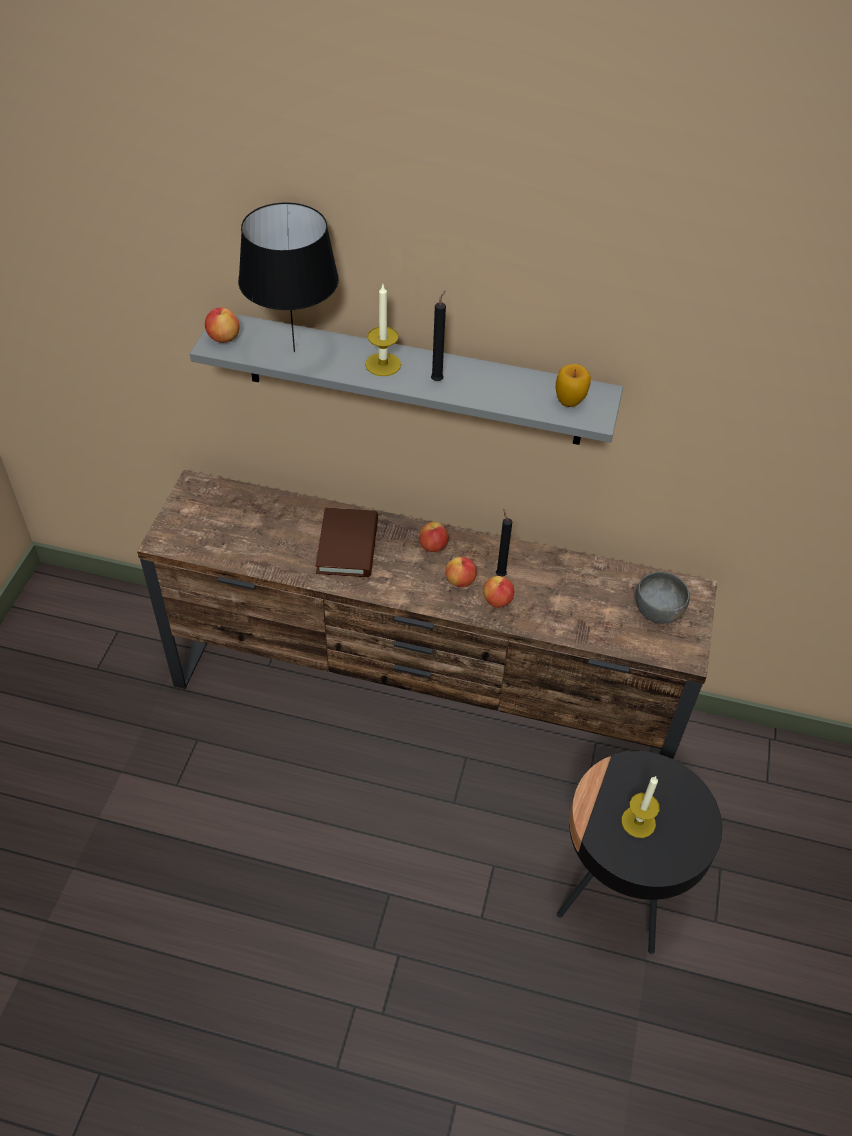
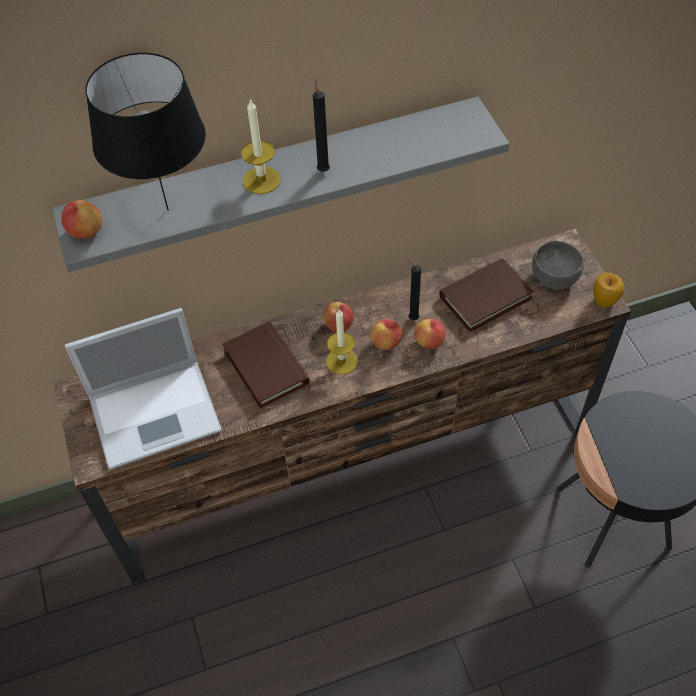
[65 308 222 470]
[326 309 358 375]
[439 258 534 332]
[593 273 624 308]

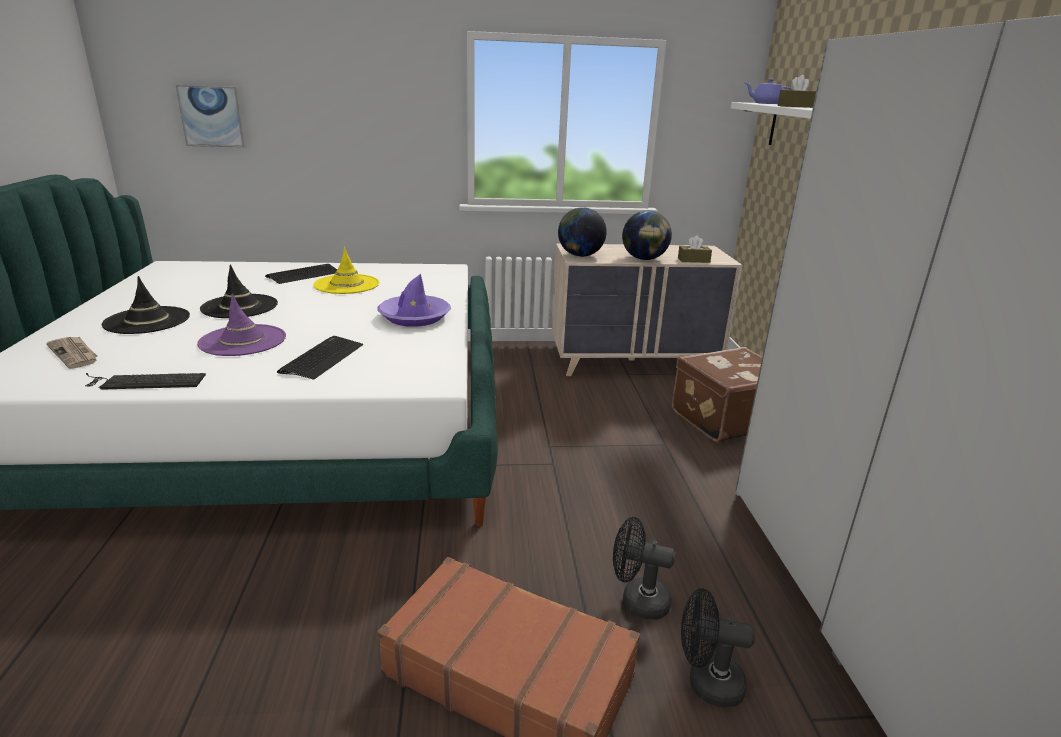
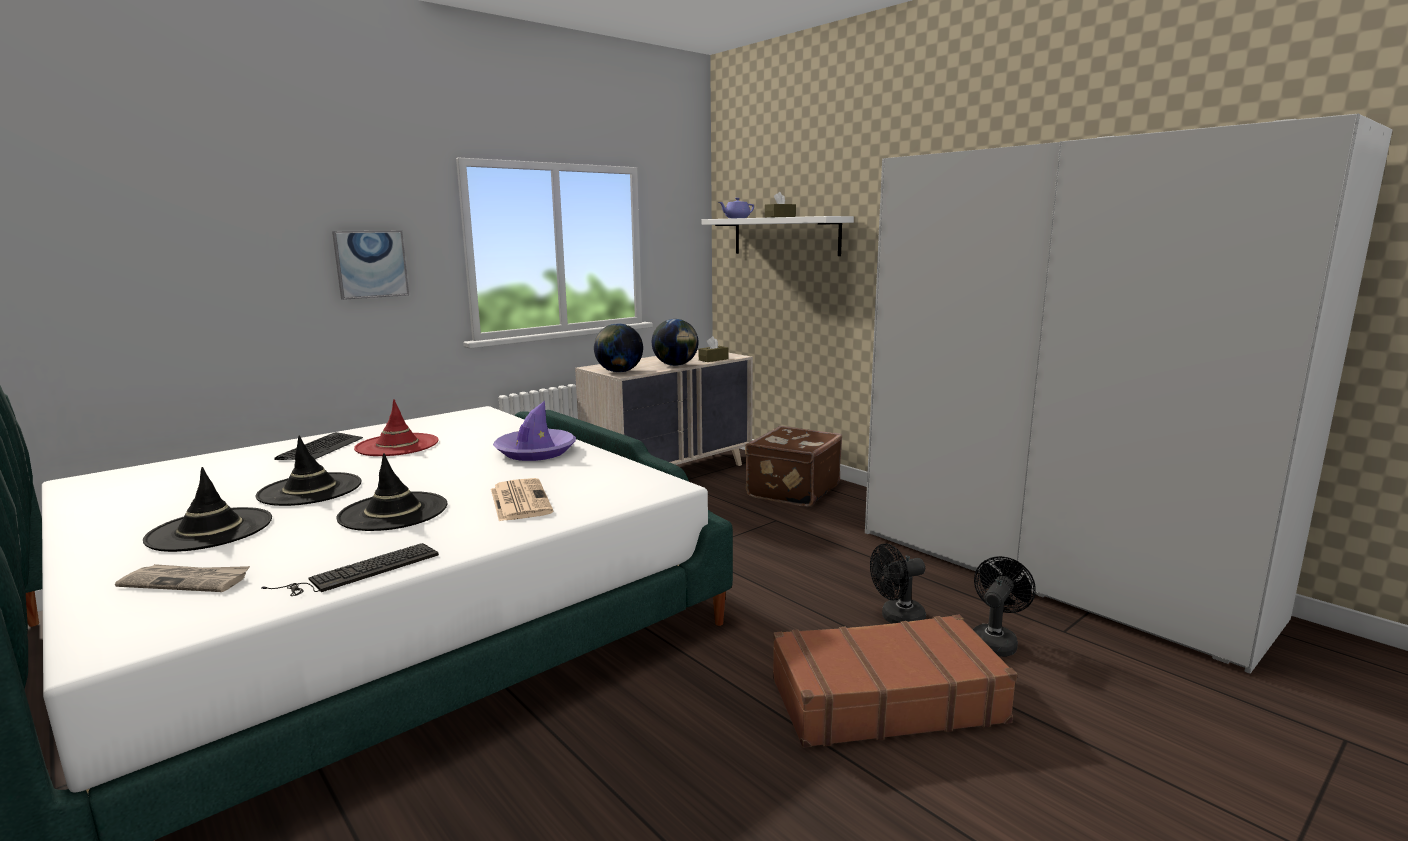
[332 231 409 300]
[336 453 448 531]
[354 399 438 456]
[491 478 553 521]
[973 556 1036 657]

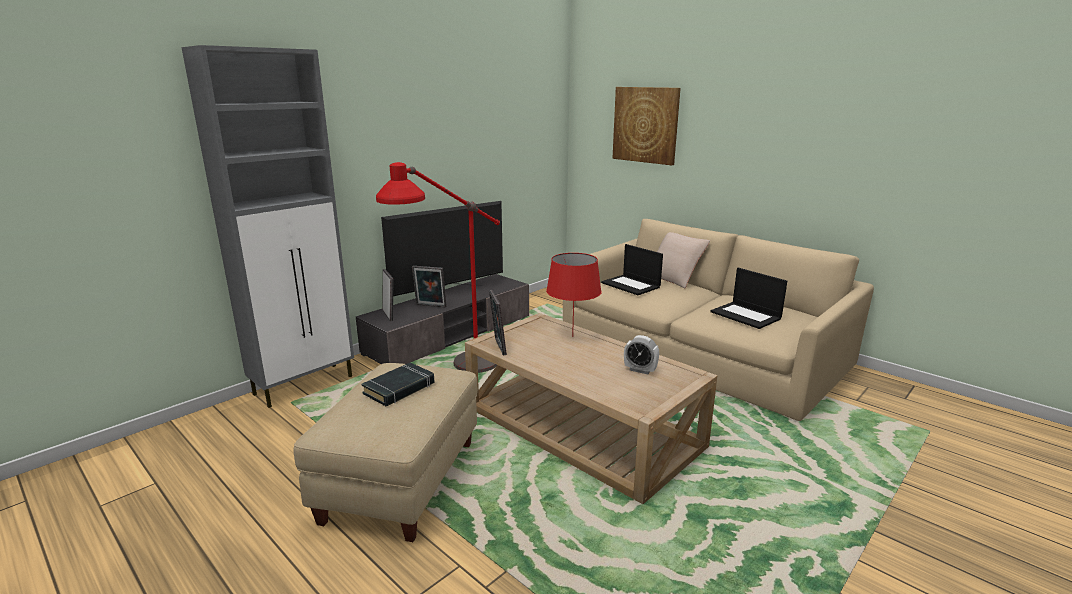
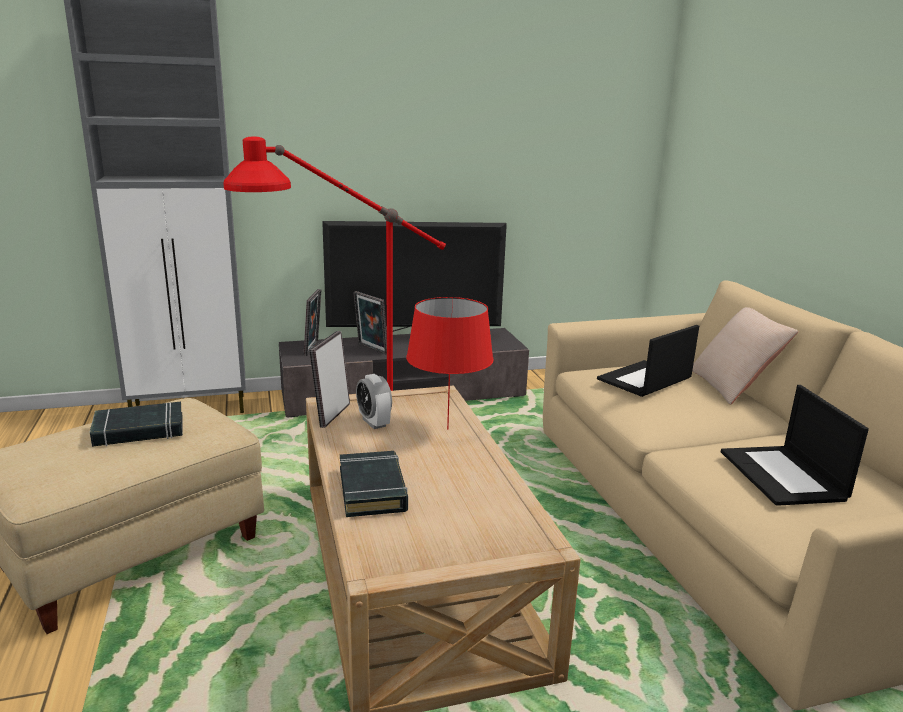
[340 451 408 517]
[356 374 392 429]
[597 325 699 397]
[612 87 681 165] (first image)

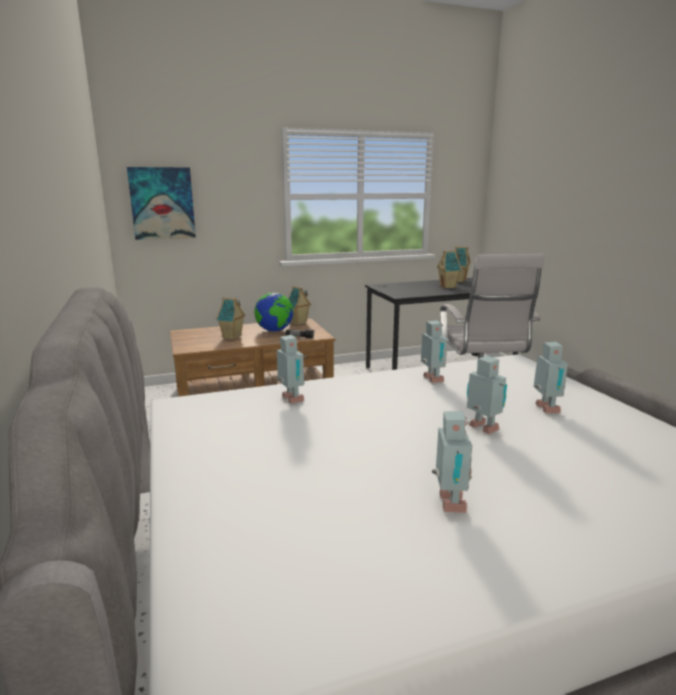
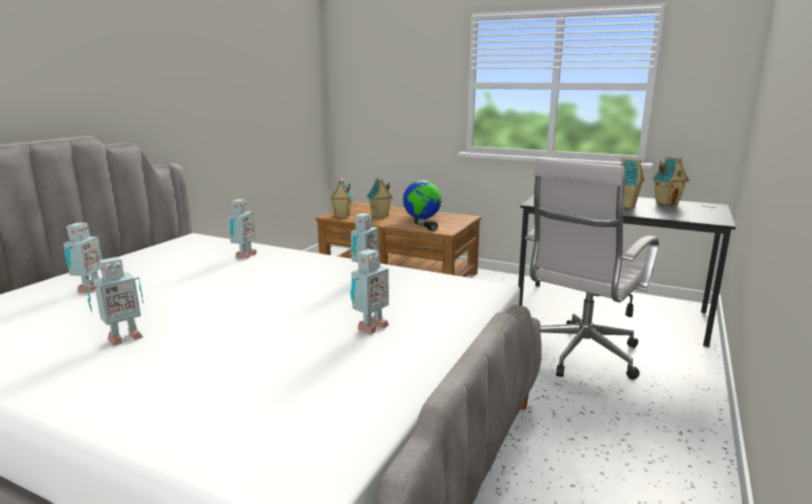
[63 223 102 293]
[330 177 354 218]
[127 167 196 240] (first image)

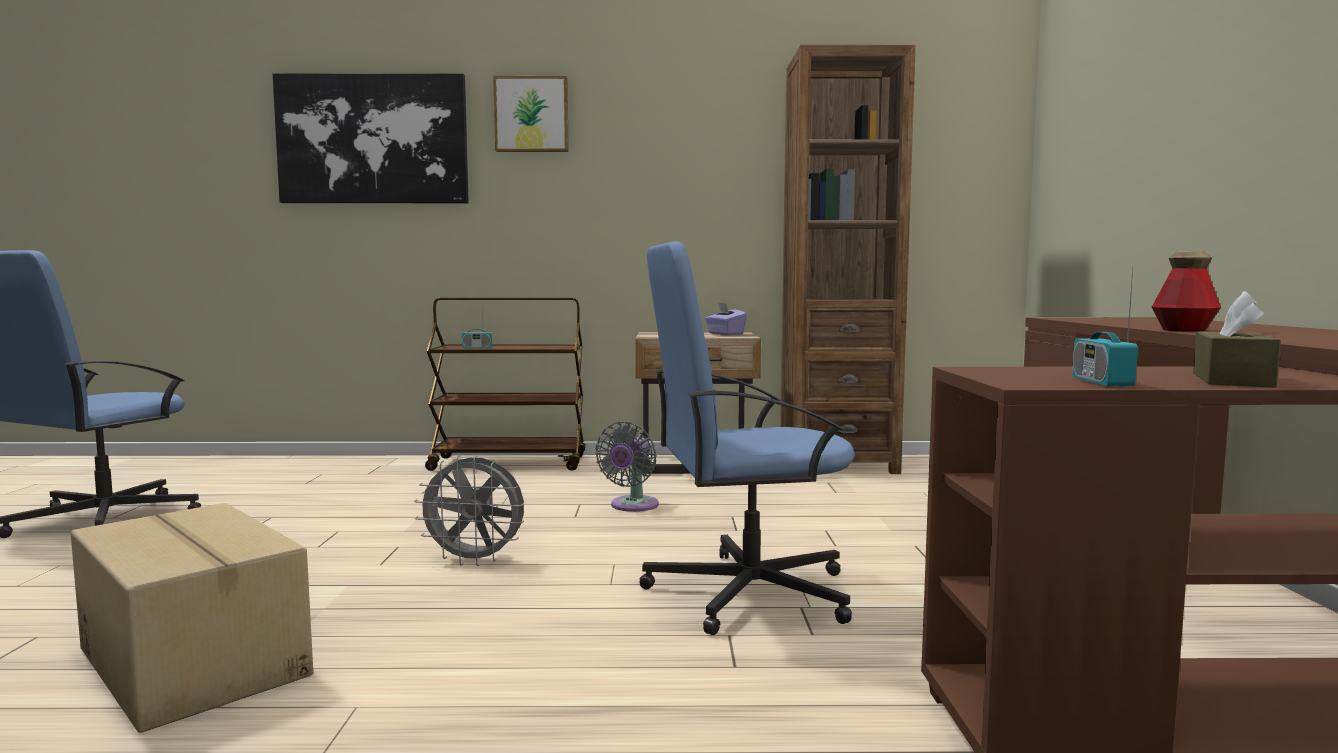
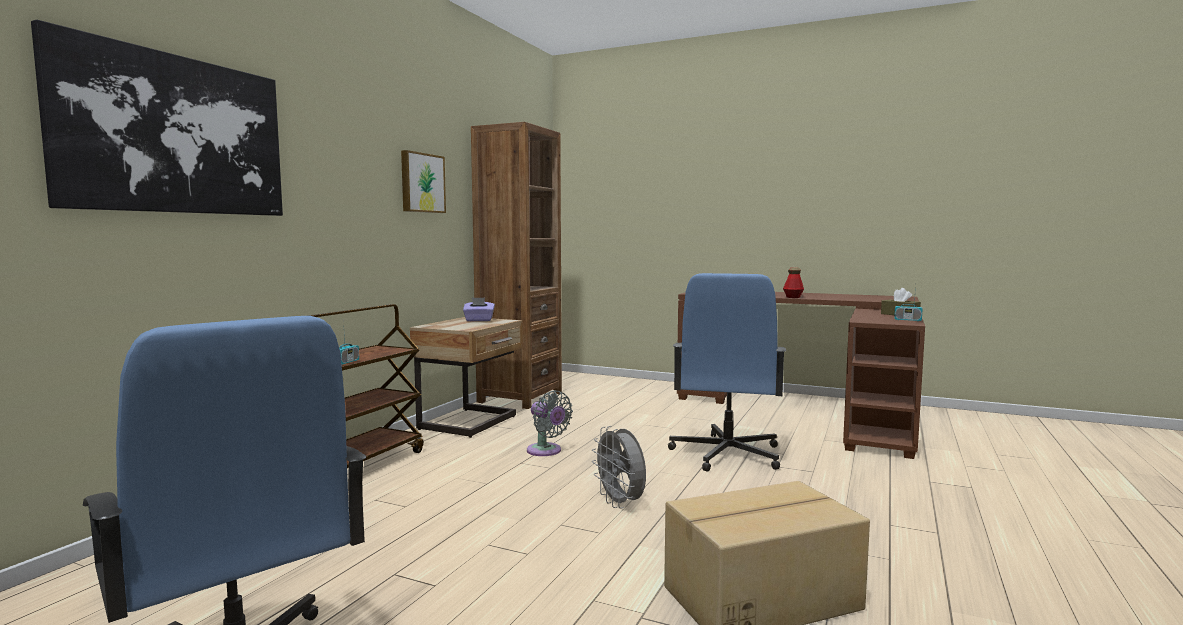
[401 150 446 213]
[592 426 646 508]

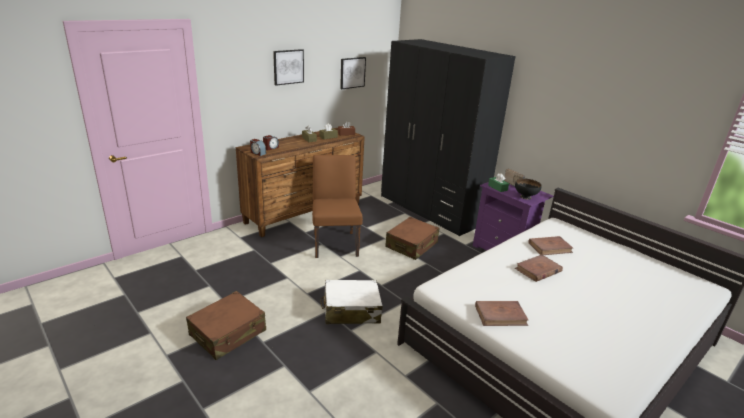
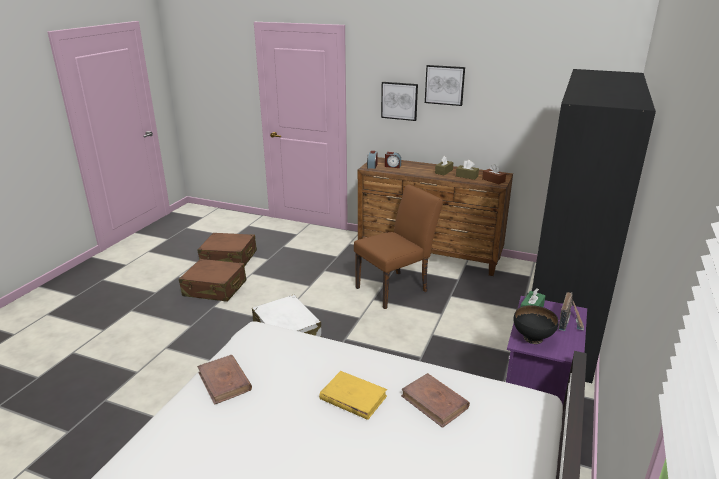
[197 233 257 265]
[319 371 387 420]
[381 82 418 121]

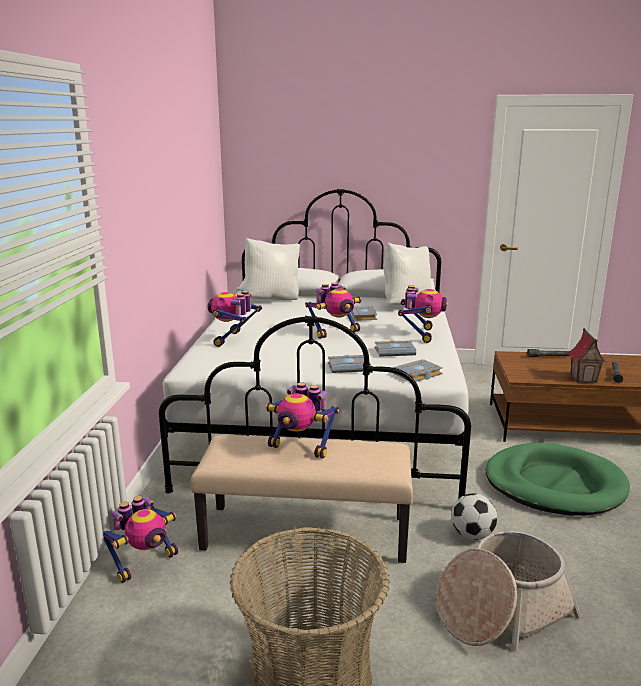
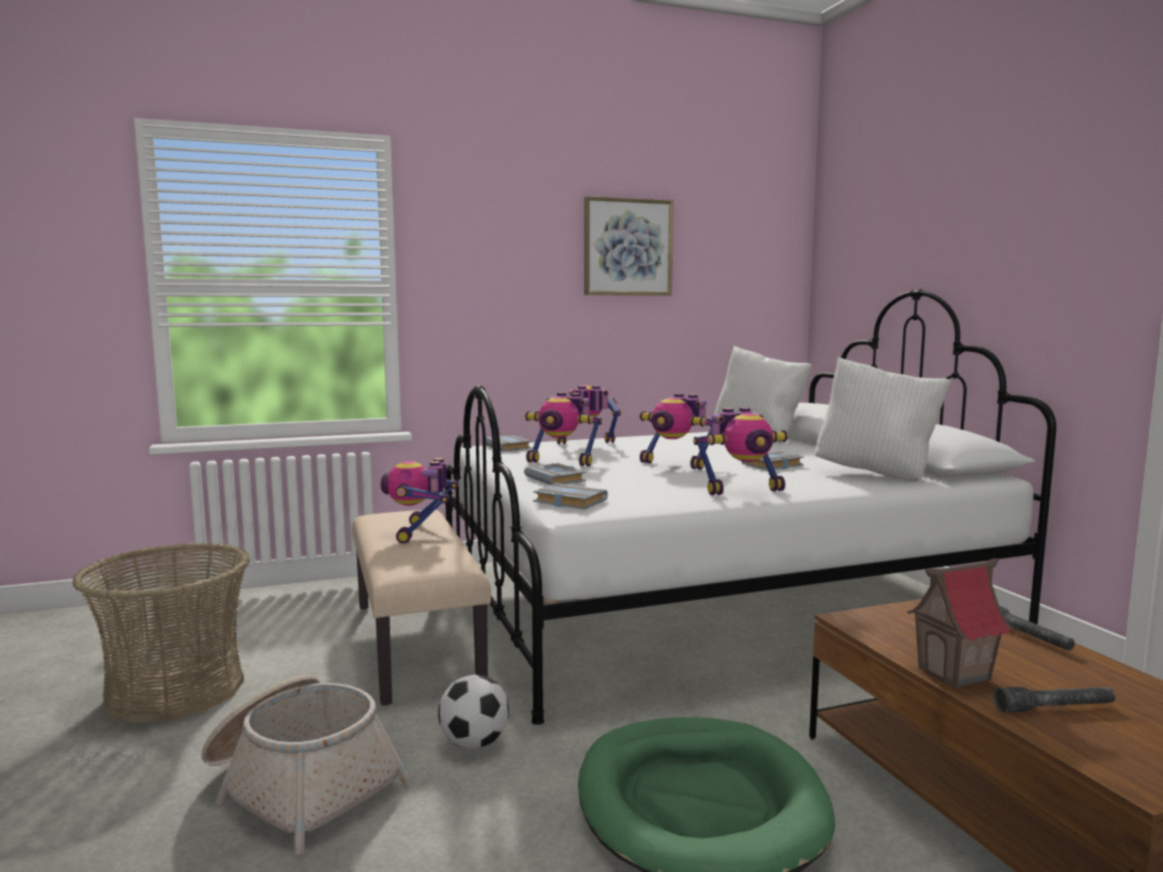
[486 435 532 451]
[524 392 602 466]
[584 196 673 296]

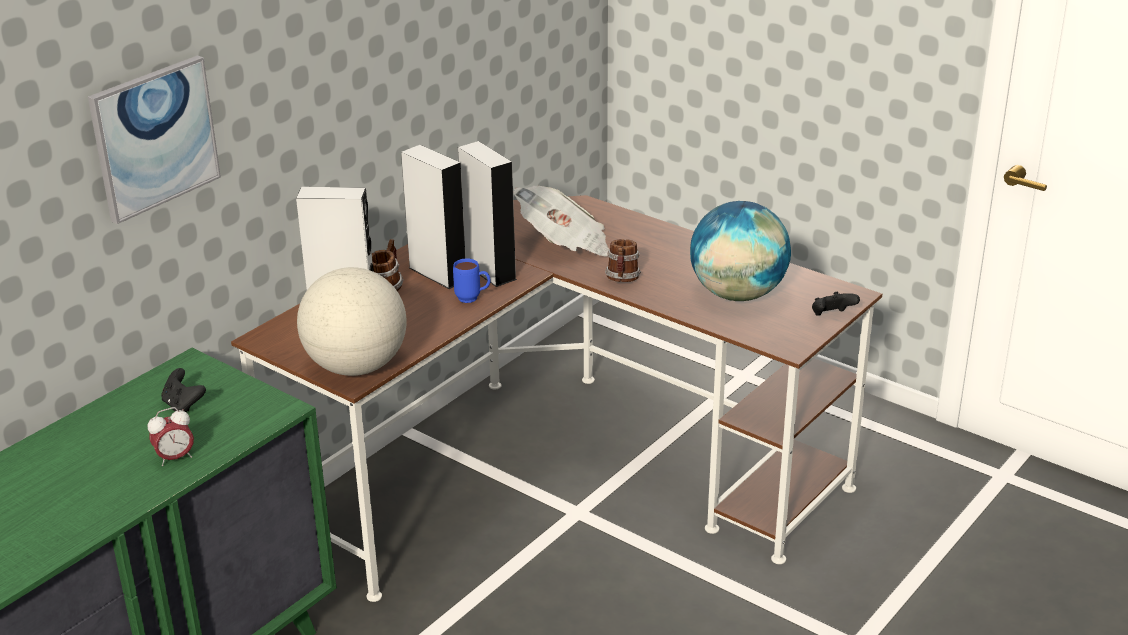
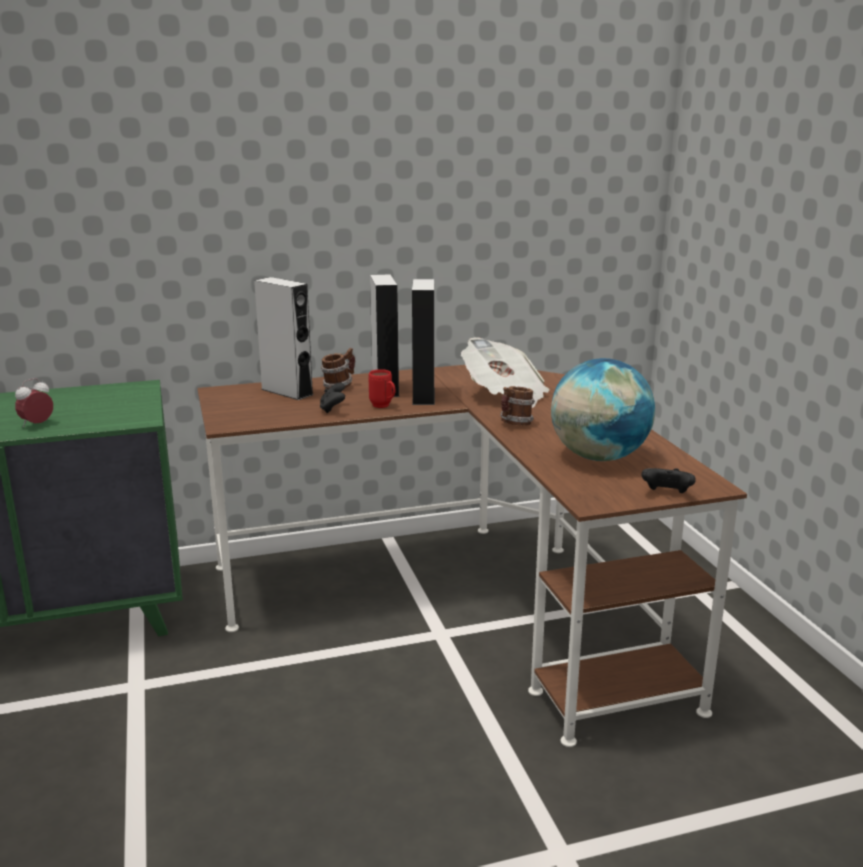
[15 378 53 427]
[320 382 345 413]
[369 369 395 408]
[88 55 221 224] (first image)
[297 267 407 376] (first image)

